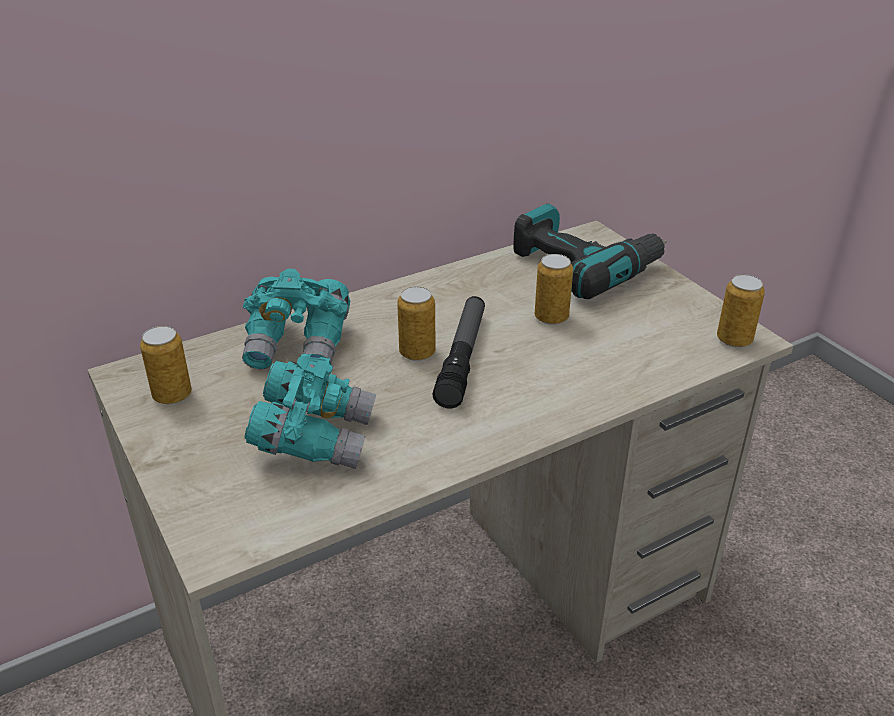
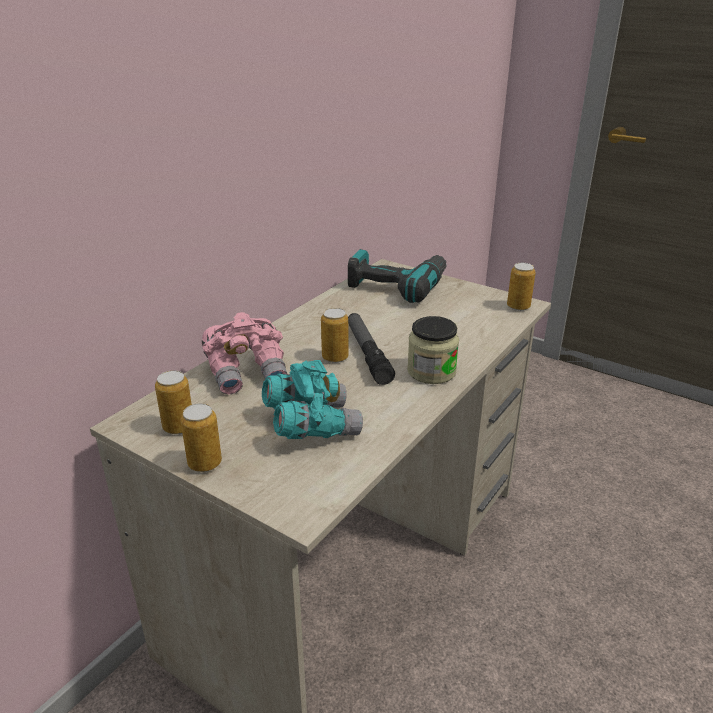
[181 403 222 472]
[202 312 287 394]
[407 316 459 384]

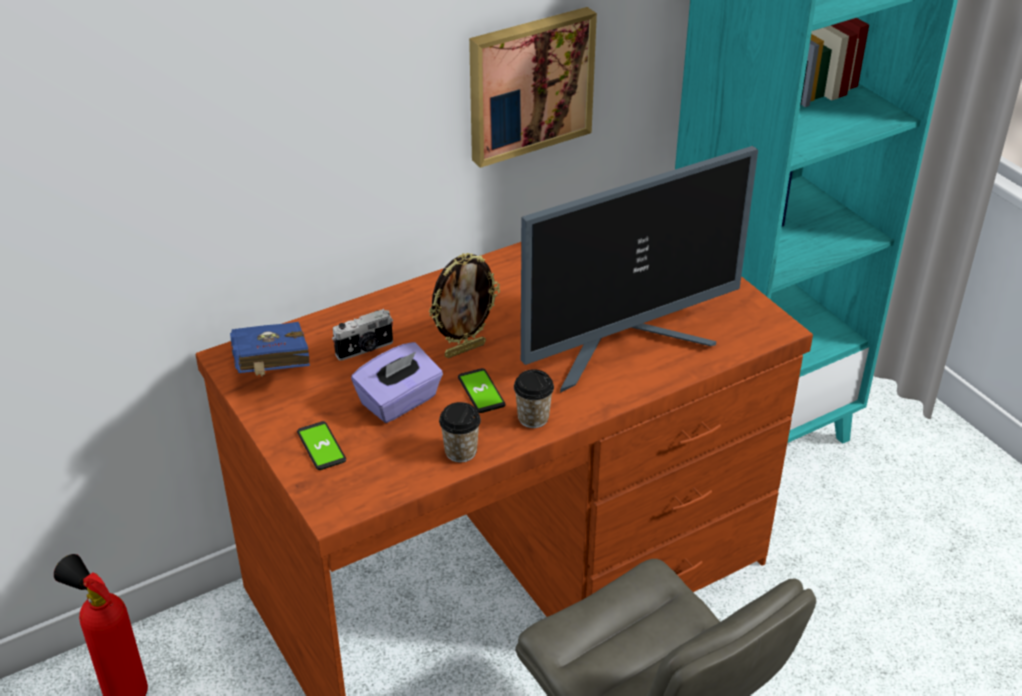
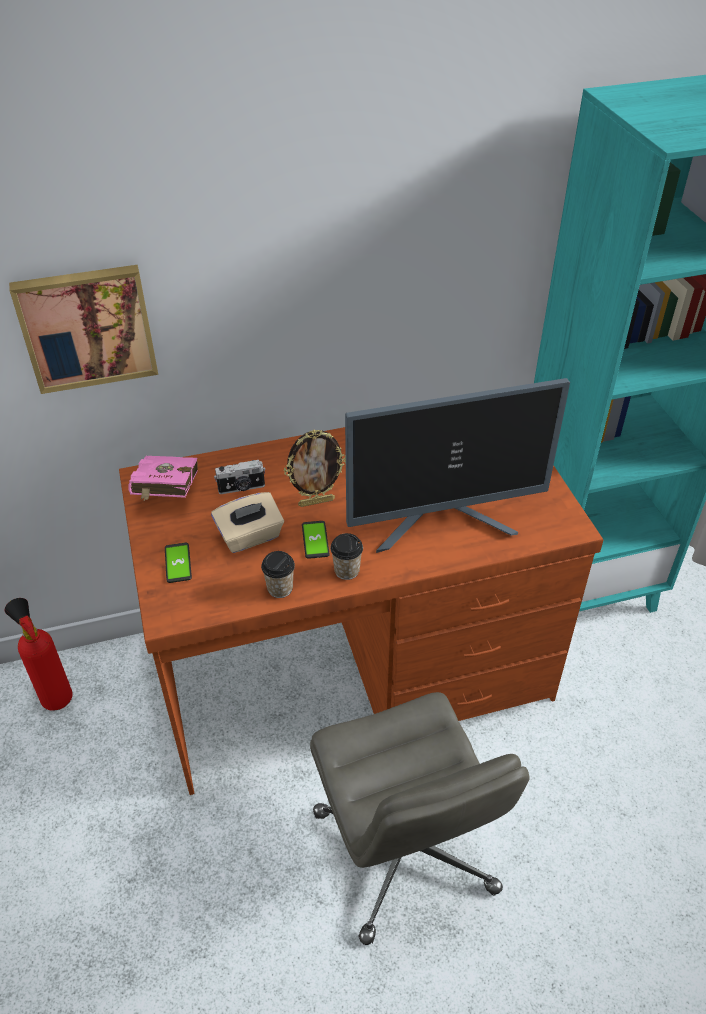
[9 265 158 394]
[128 456 198 501]
[211 492 284 553]

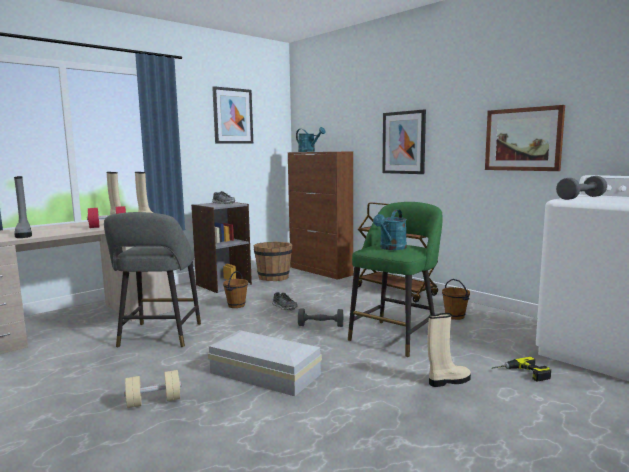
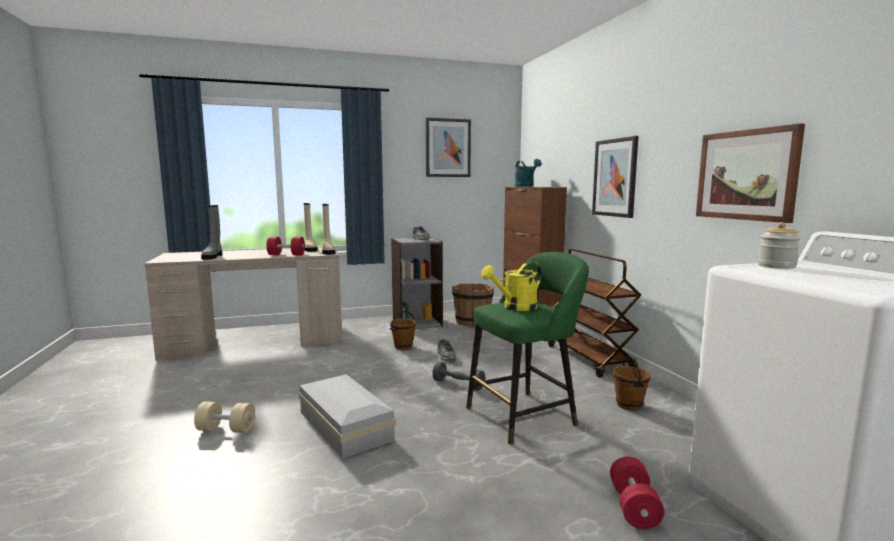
[481 261 541 311]
[610 457 664 529]
[758 222 801 269]
[104 212 201 348] (first image)
[428 313 471 387] (first image)

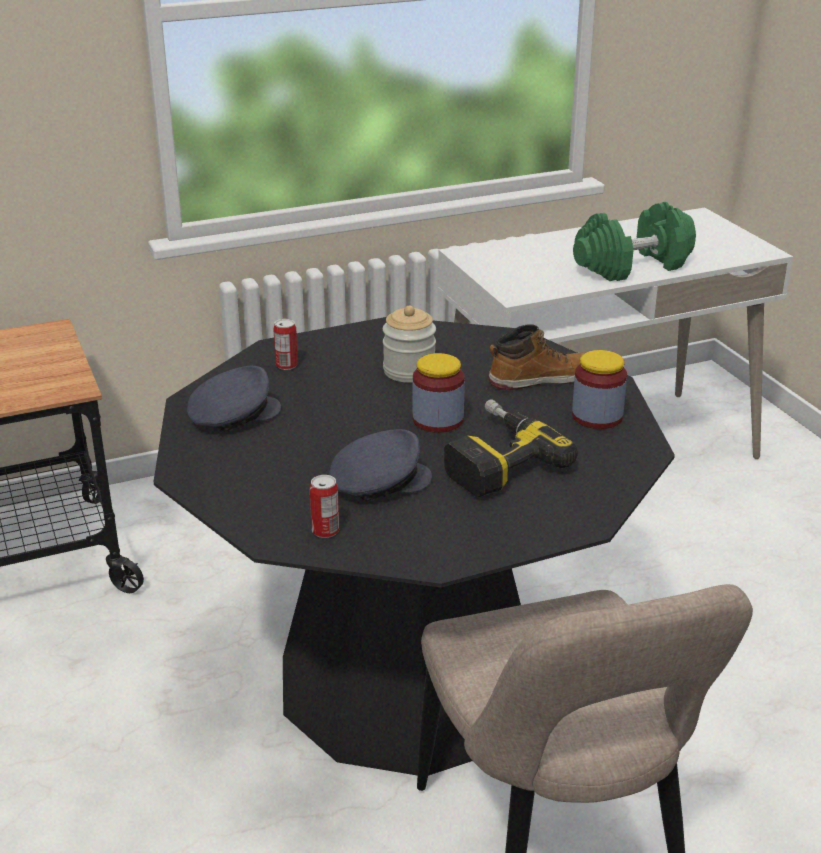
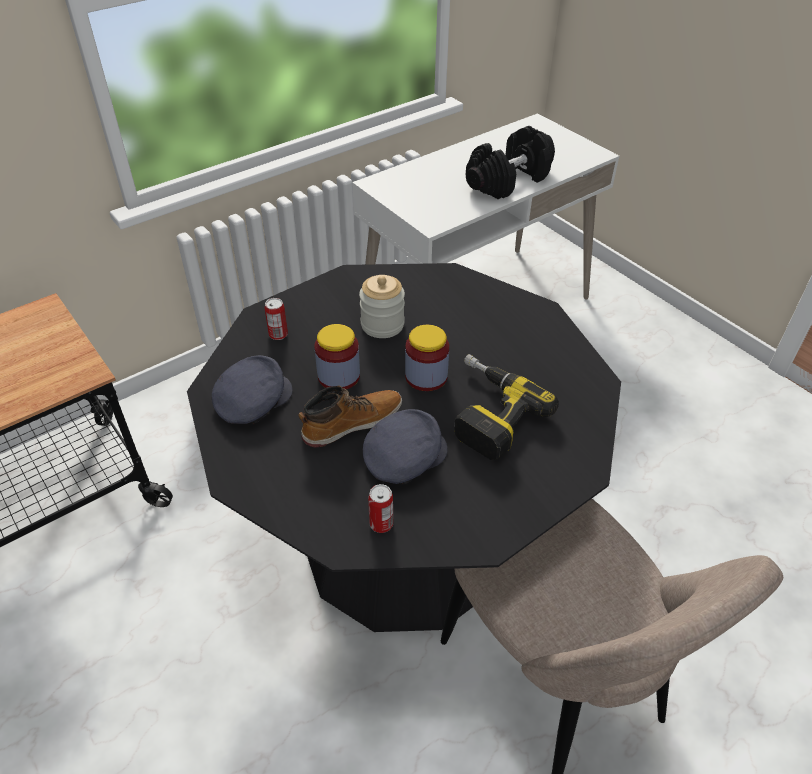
[299 385 402 447]
[314 324 360 389]
[466 126 555 199]

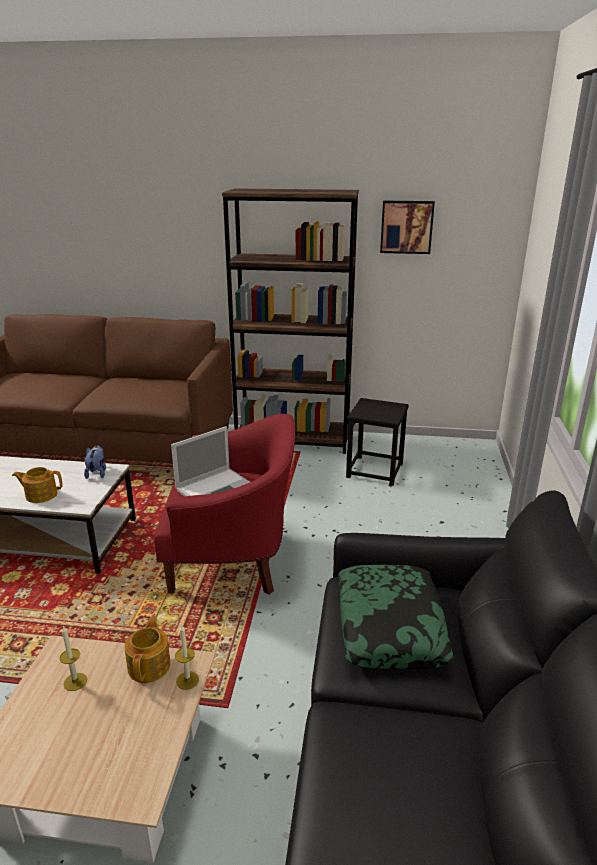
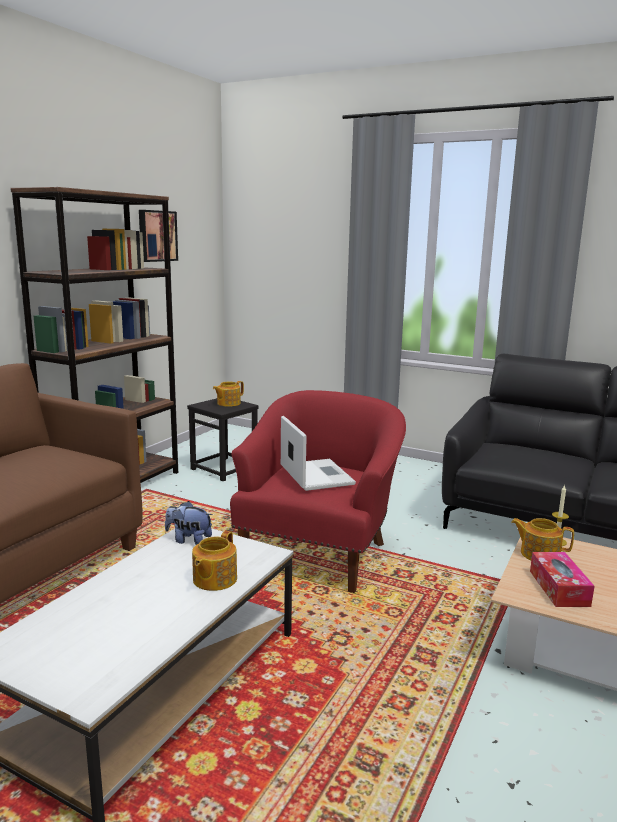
[213 381 244 407]
[530 552 594 607]
[338 565 454 669] (first image)

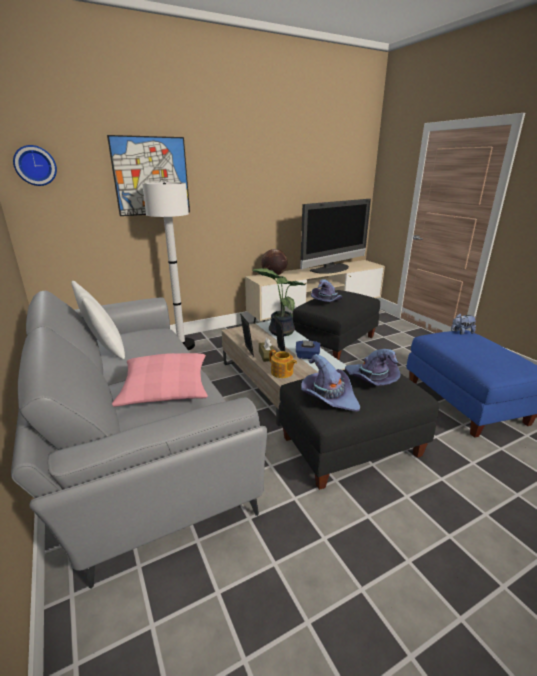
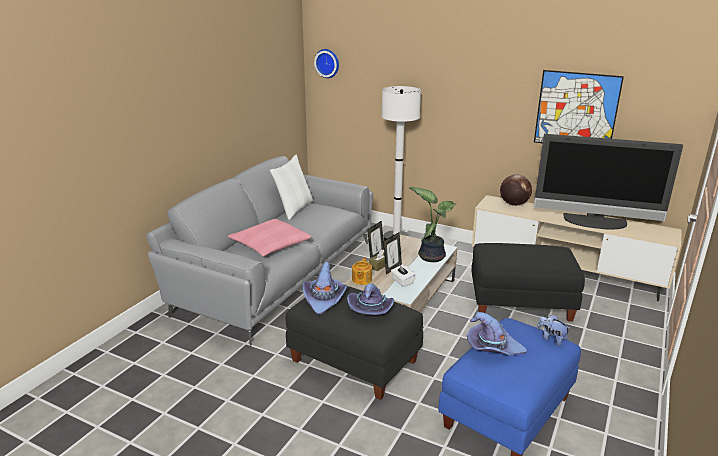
[391 264 415 287]
[467 312 527 356]
[534 70 624 143]

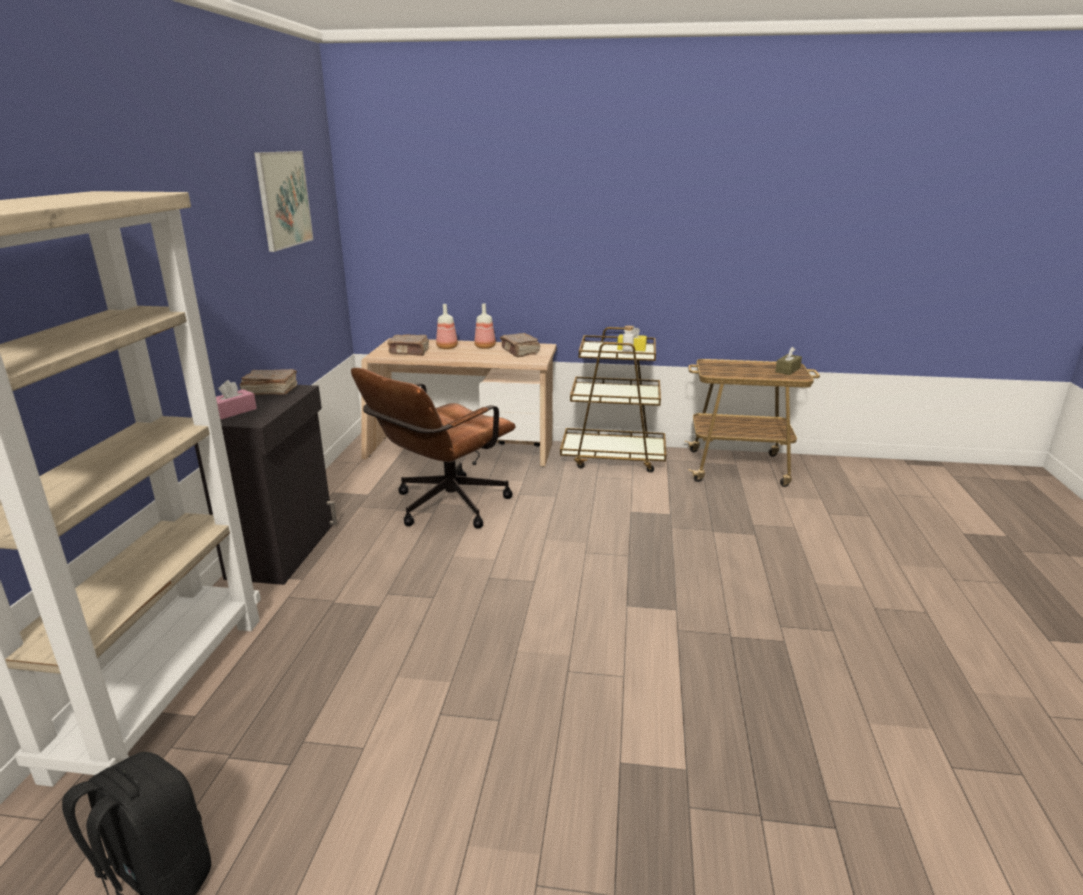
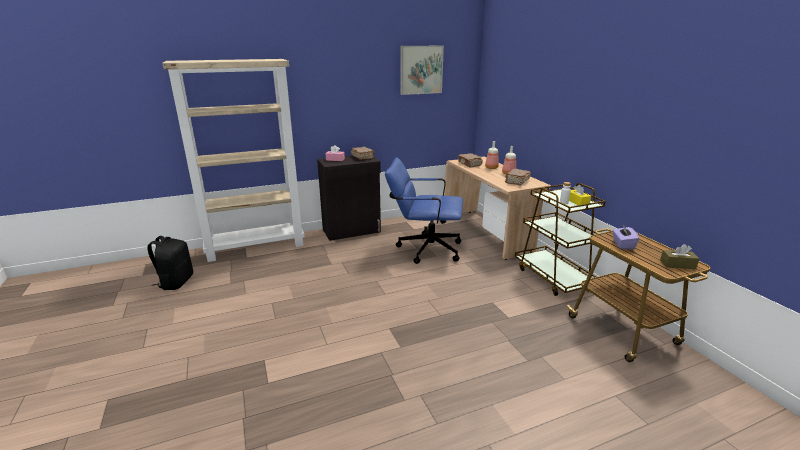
[385 157 463 264]
[613 225 639 250]

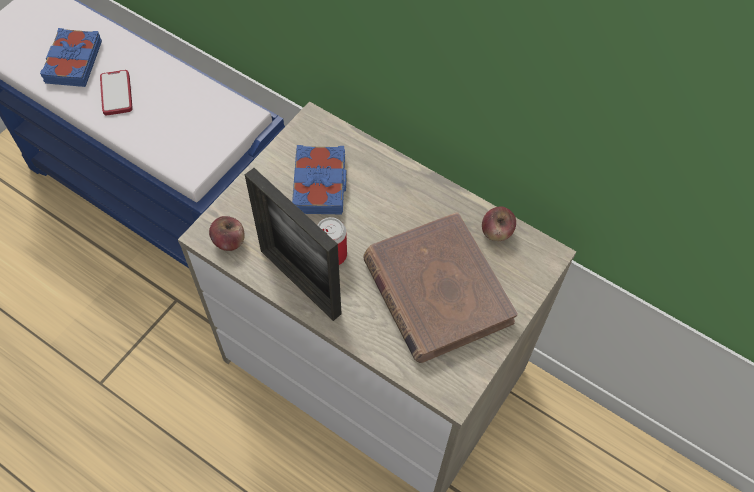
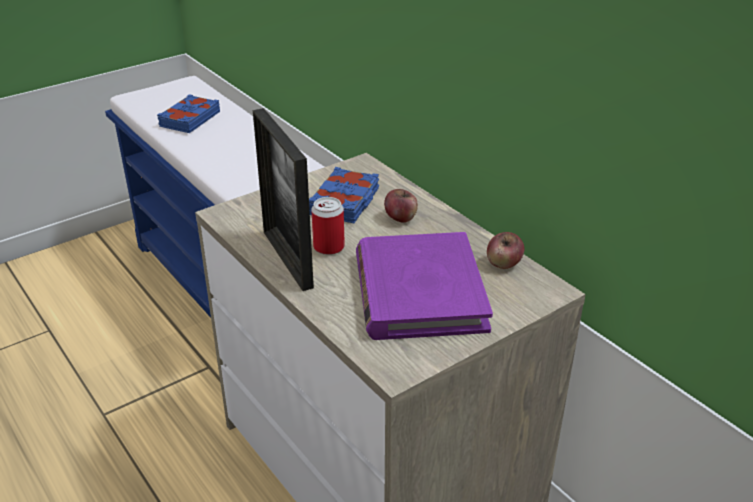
[356 232 493 340]
[384 189 418 223]
[100 70 133 115] (first image)

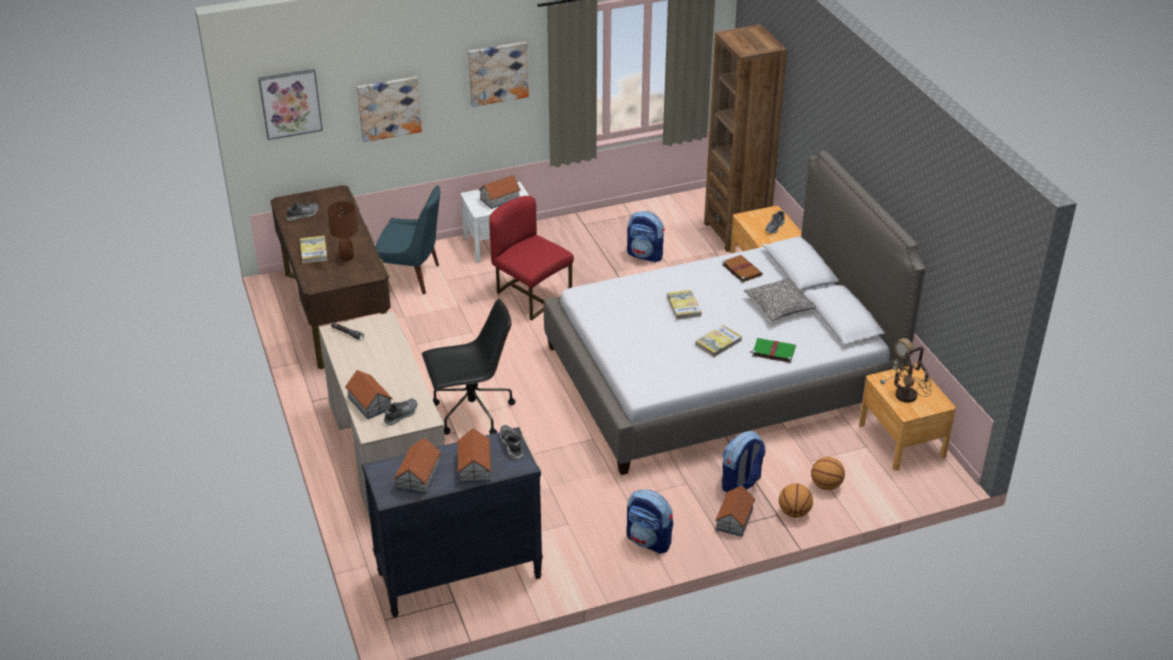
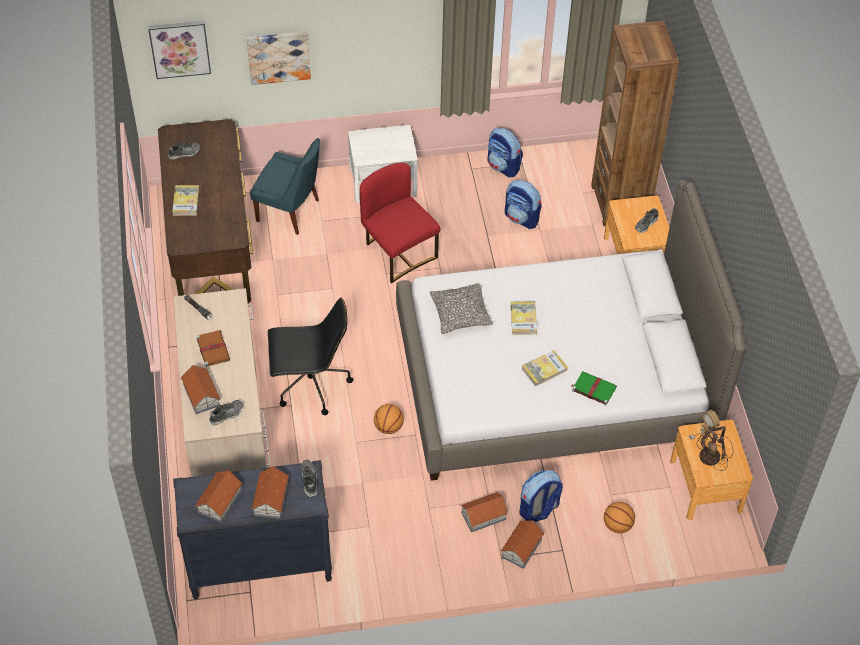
[196 330 230 367]
[374 404 404 434]
[430 283 493 334]
[461 492 508 532]
[487 128 523 177]
[327 201 358 261] (first image)
[468 42 529 107] (first image)

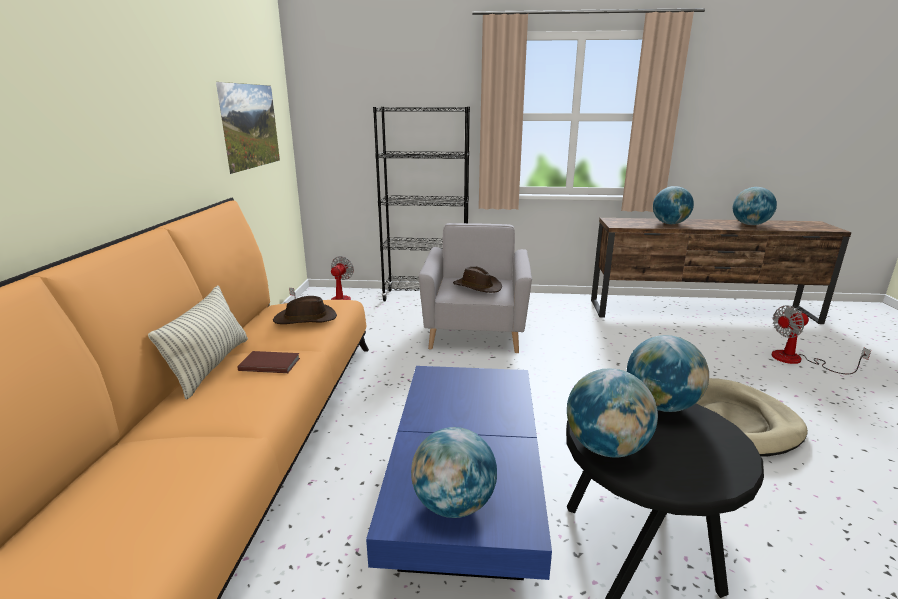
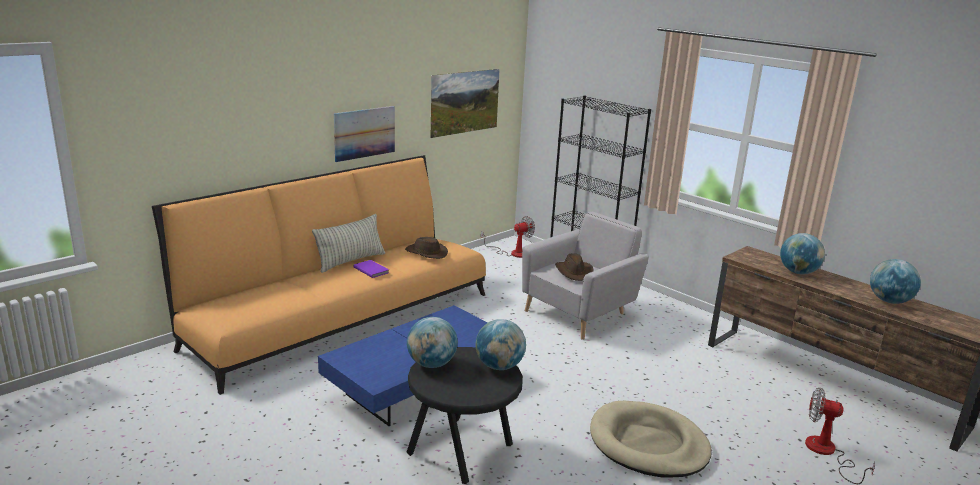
[334 106 395 162]
[354 260 389 278]
[411 427 497 518] (first image)

